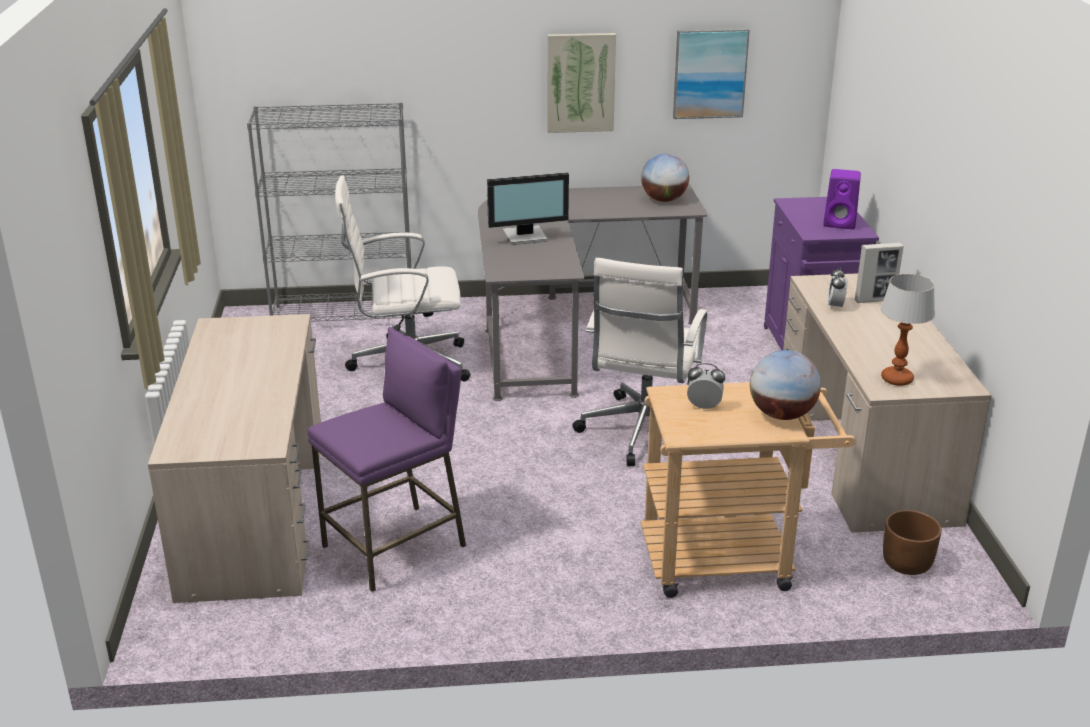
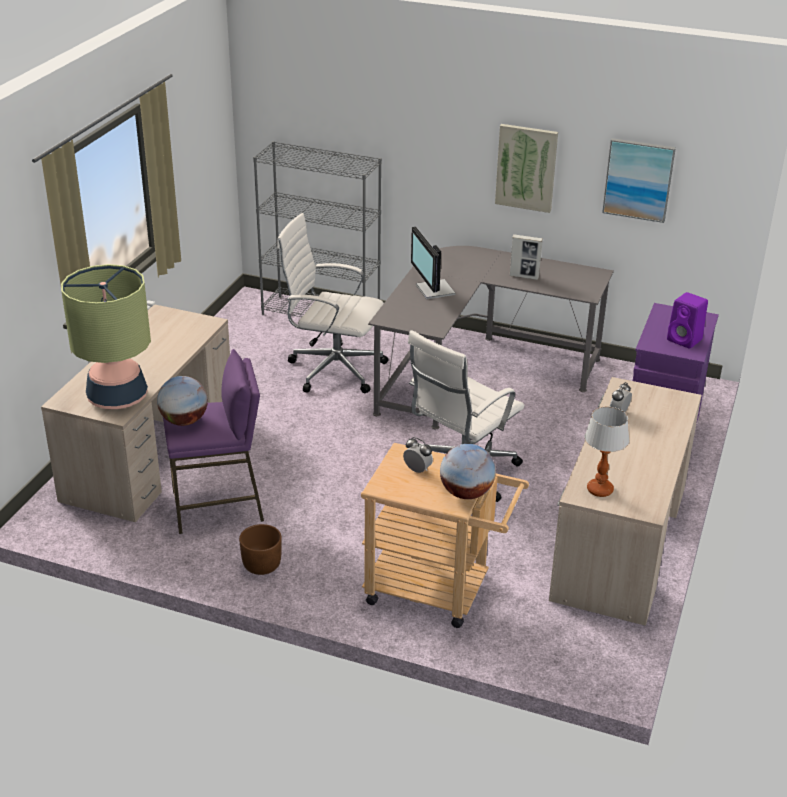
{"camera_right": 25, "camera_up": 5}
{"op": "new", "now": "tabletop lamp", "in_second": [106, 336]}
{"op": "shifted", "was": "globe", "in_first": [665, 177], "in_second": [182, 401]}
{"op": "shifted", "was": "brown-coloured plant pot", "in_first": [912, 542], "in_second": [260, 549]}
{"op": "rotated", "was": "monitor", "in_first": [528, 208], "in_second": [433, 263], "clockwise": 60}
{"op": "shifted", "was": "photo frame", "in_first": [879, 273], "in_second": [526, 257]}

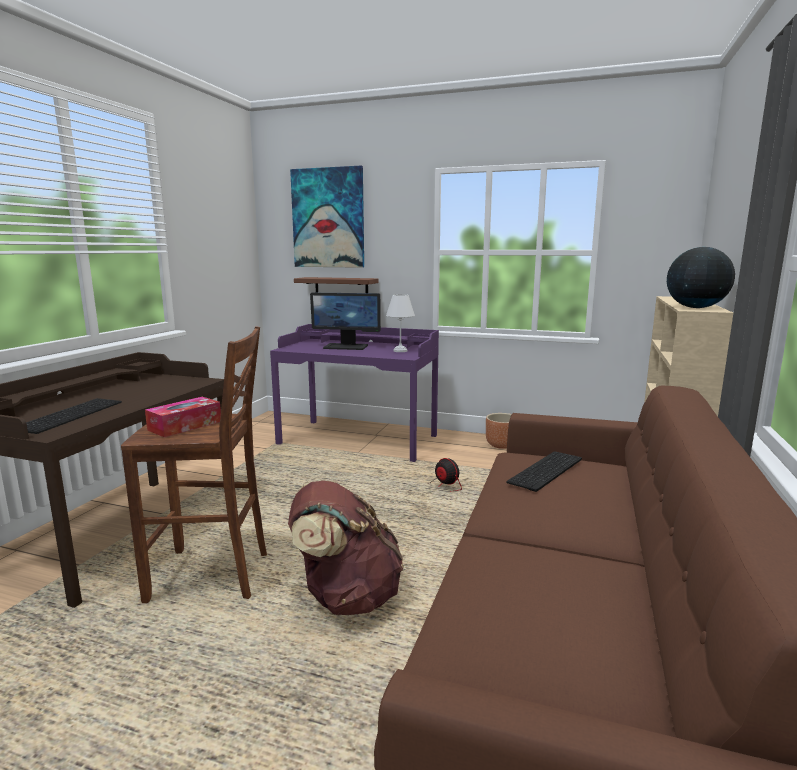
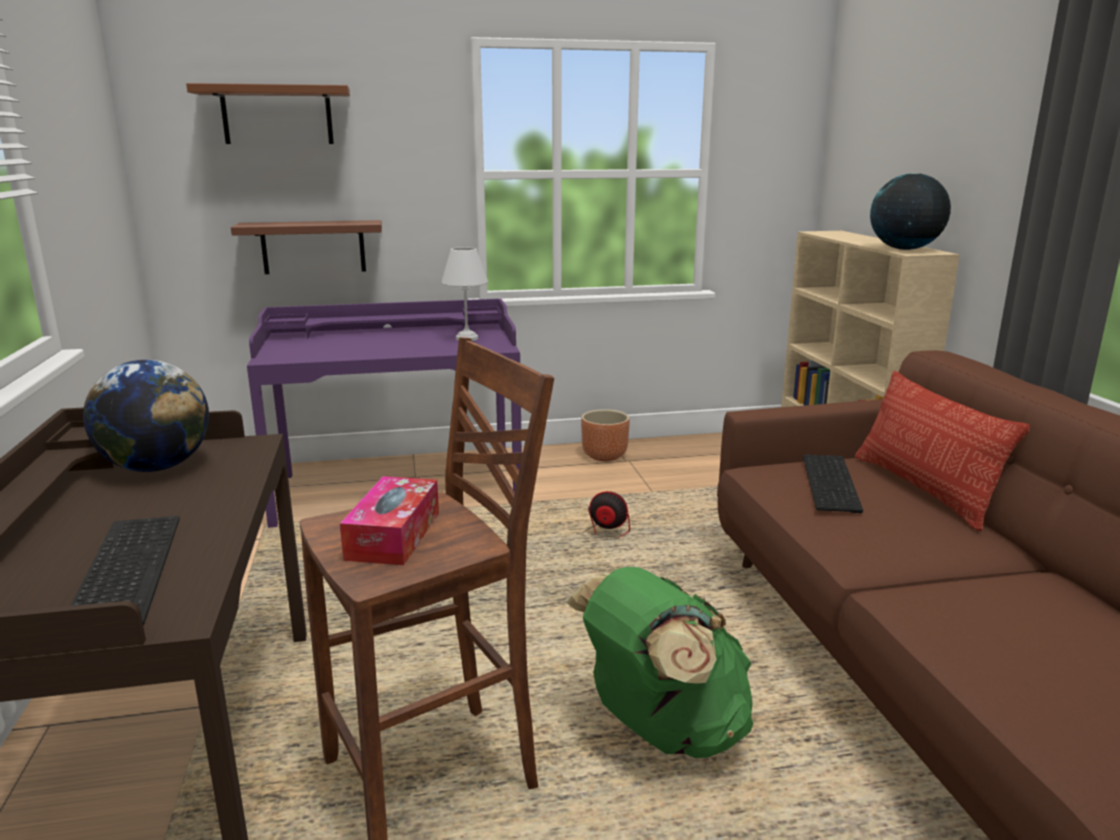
{"camera_right": -30, "camera_up": 5}
{"op": "new", "now": "globe", "in_second": [146, 416]}
{"op": "swapped", "was": "wall picture", "now": "brown-coloured bracket shelf", "in_first": [327, 217], "in_second": [268, 113]}
{"op": "repainted", "was": "brown-coloured knapsack", "now": "green knapsack", "in_first": [346, 547], "in_second": [659, 662]}
{"op": "new", "now": "pillow", "in_second": [942, 451]}
{"op": "gone", "was": "monitor", "in_first": [345, 321]}

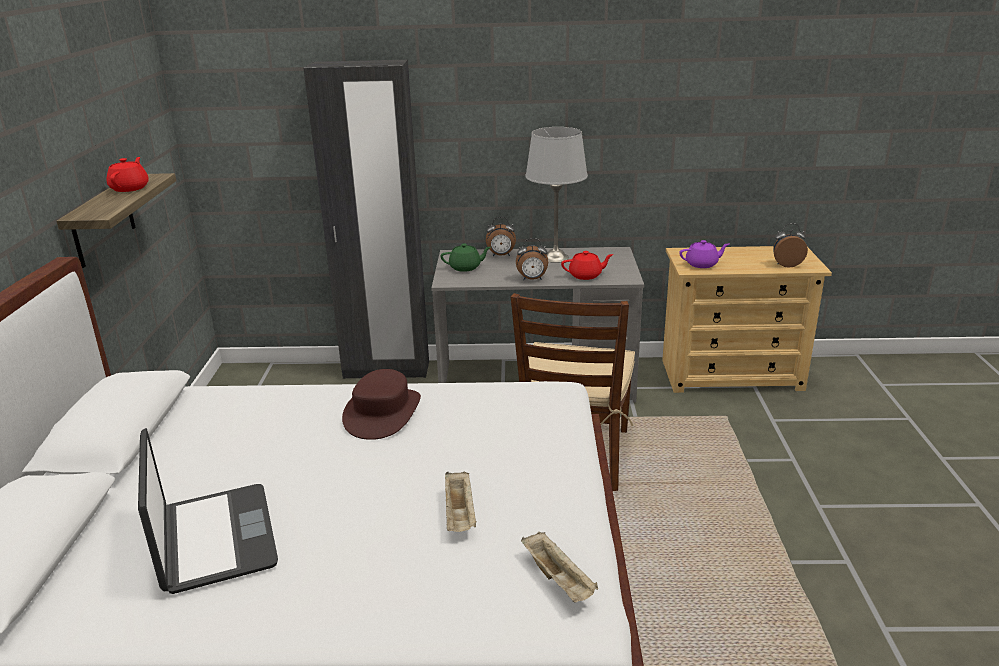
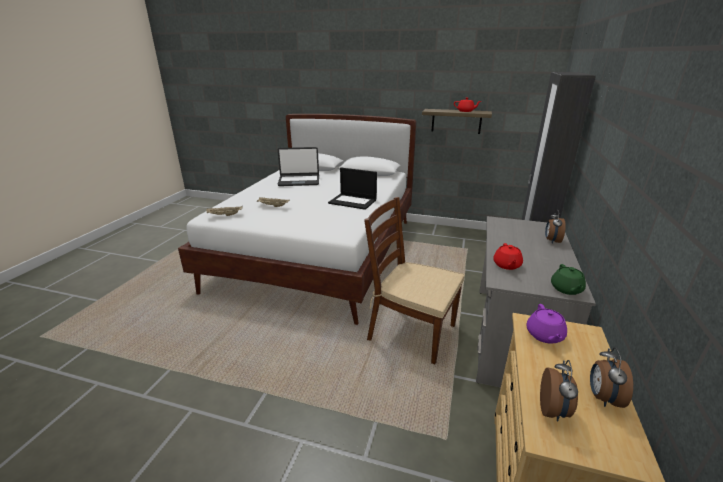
{"camera_right": 105, "camera_up": 0}
{"op": "swapped", "was": "brown-coloured wearable hat", "now": "notebook computer", "in_first": [381, 404], "in_second": [352, 189]}
{"op": "shifted", "was": "green teapot", "in_first": [465, 258], "in_second": [568, 279]}
{"op": "shifted", "was": "bedside clock", "in_first": [532, 259], "in_second": [611, 377]}
{"op": "gone", "was": "grey tabletop lamp", "in_first": [556, 195]}

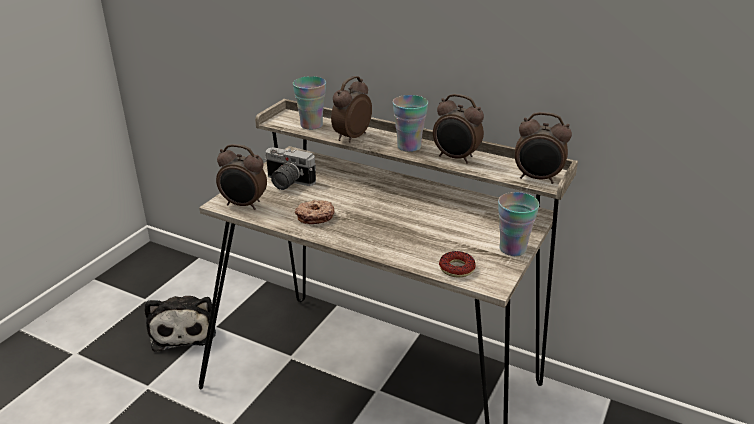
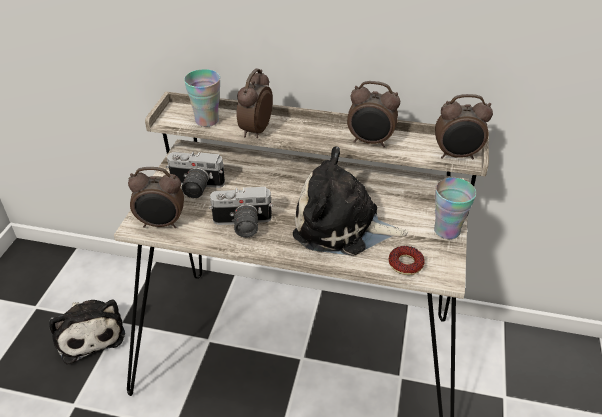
{"camera_right": -15, "camera_up": 10}
{"op": "swapped", "was": "donut", "now": "photo camera", "in_first": [314, 212], "in_second": [241, 212]}
{"op": "new", "now": "plush toy", "in_second": [350, 201]}
{"op": "gone", "was": "drinking cup", "in_first": [410, 123]}

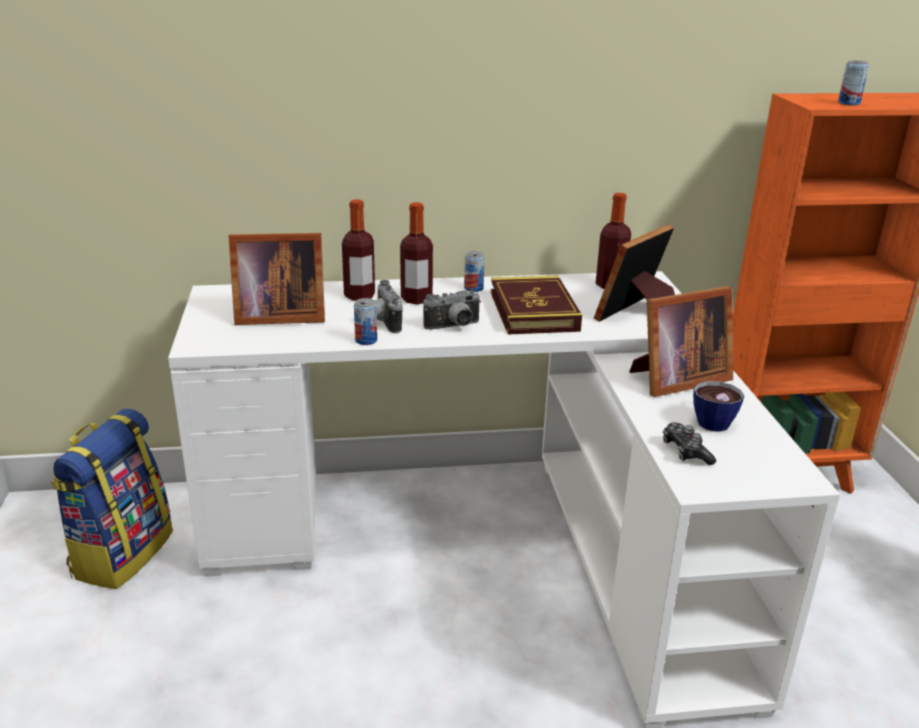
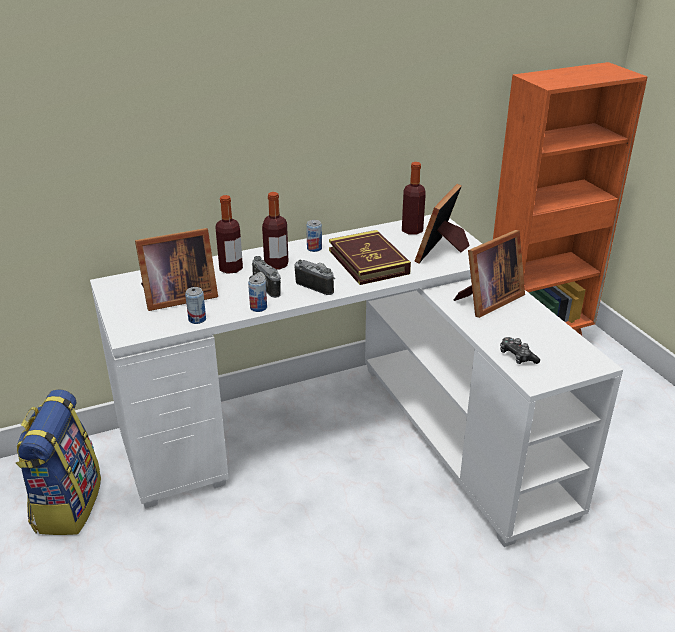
{"camera_right": -15, "camera_up": 5}
{"op": "shifted", "was": "metal can", "in_first": [853, 83], "in_second": [195, 305]}
{"op": "rotated", "was": "photo camera", "in_first": [452, 310], "in_second": [314, 277], "clockwise": -105}
{"op": "gone", "was": "drinking cup", "in_first": [718, 406]}

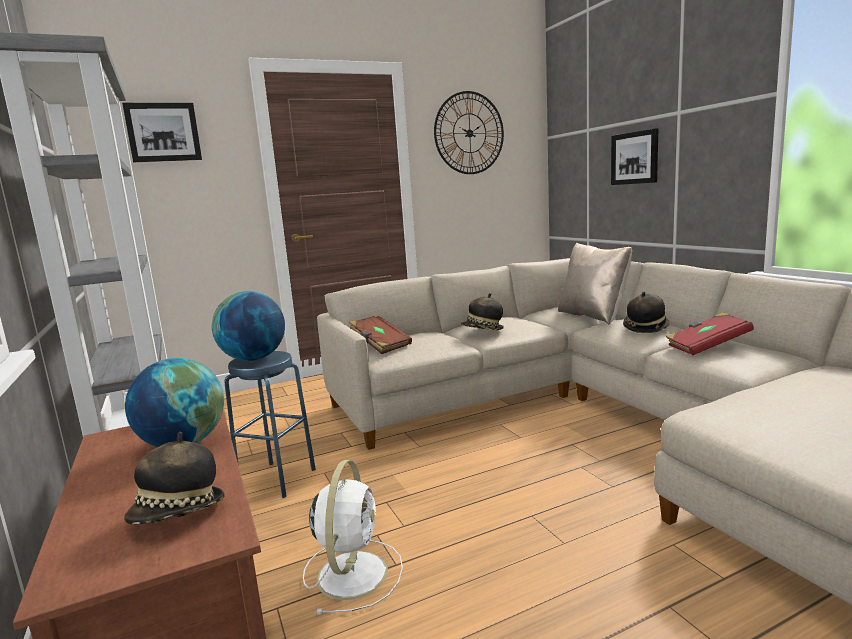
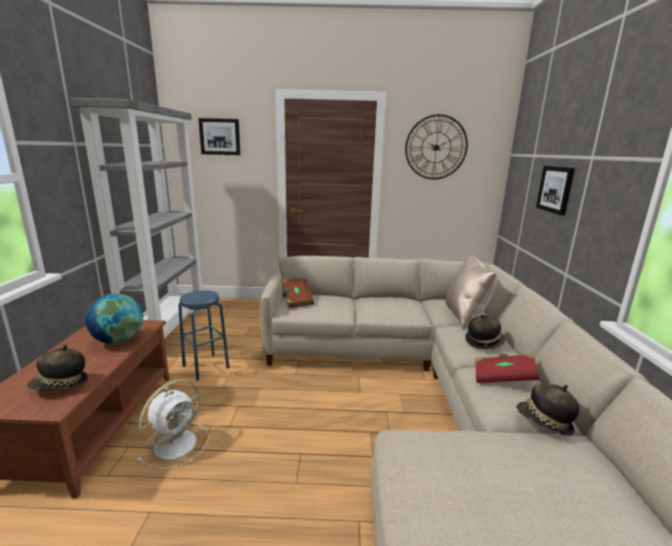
{"camera_right": 25, "camera_up": 5}
{"op": "shifted", "was": "wearable hat", "in_first": [482, 311], "in_second": [548, 409]}
{"op": "gone", "was": "globe", "in_first": [248, 326]}

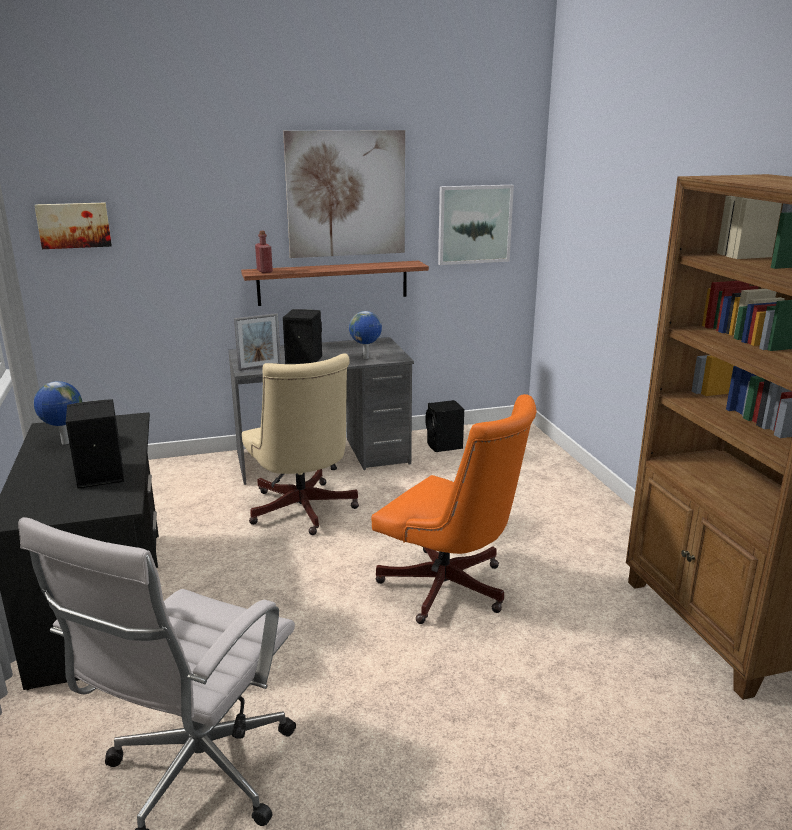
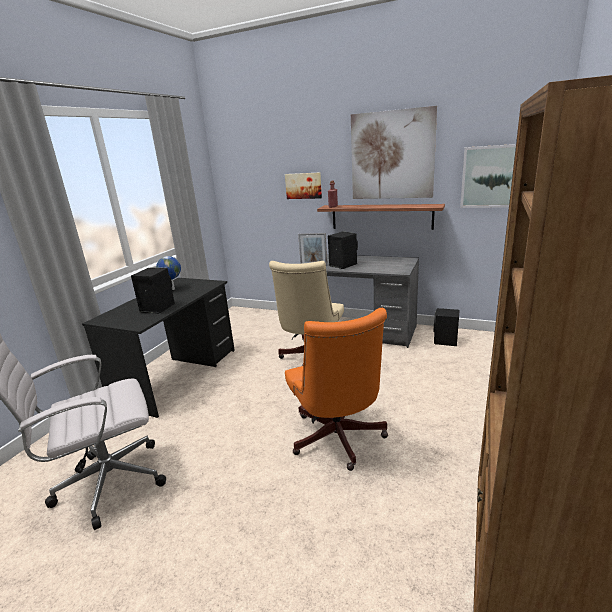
{"camera_right": 40, "camera_up": 0}
{"op": "shifted", "was": "wall picture", "in_first": [73, 225], "in_second": [303, 185]}
{"op": "gone", "was": "globe", "in_first": [365, 335]}

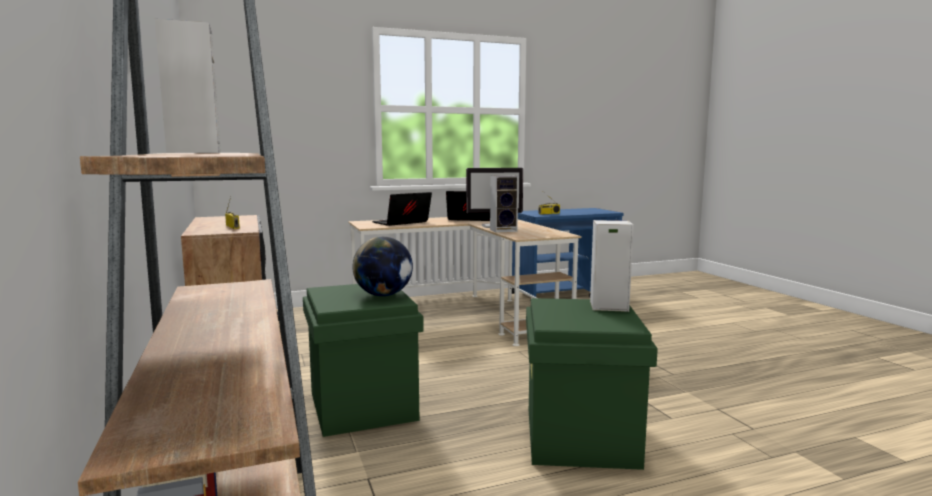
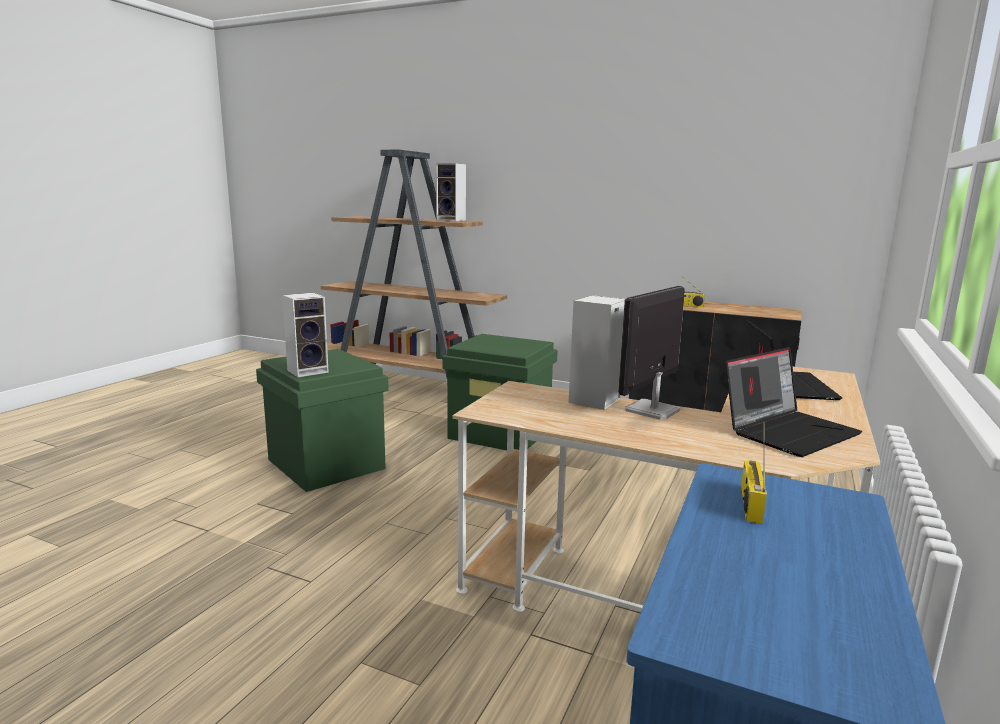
{"camera_right": 135, "camera_up": 5}
{"op": "gone", "was": "globe", "in_first": [382, 266]}

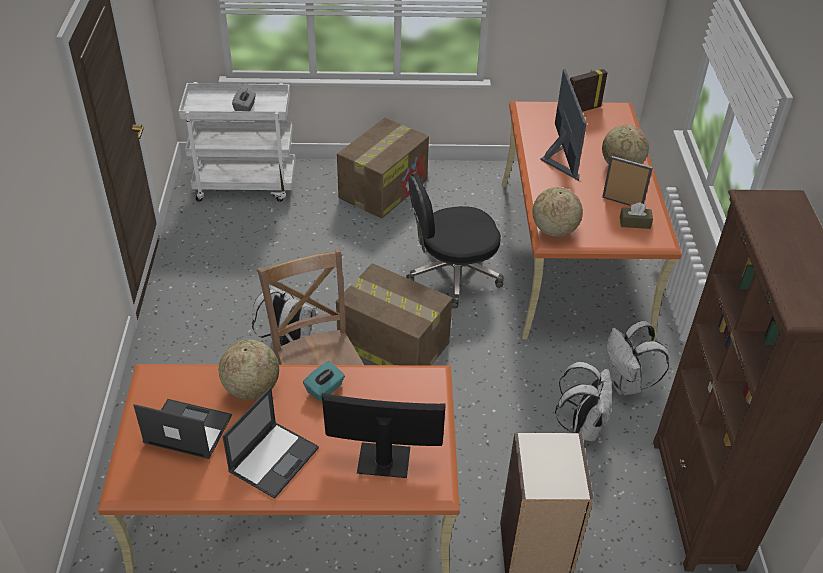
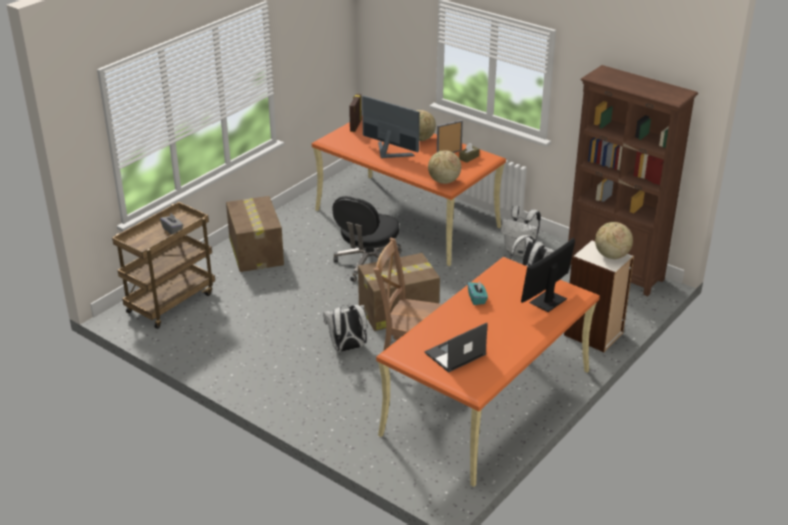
{"camera_right": -50, "camera_up": -10}
{"op": "repainted", "was": "whitish wheeled cart", "now": "brown-coloured wheeled cart", "in_first": [236, 142], "in_second": [163, 265]}
{"op": "shifted", "was": "globe", "in_first": [249, 369], "in_second": [614, 240]}
{"op": "gone", "was": "notebook computer", "in_first": [270, 443]}

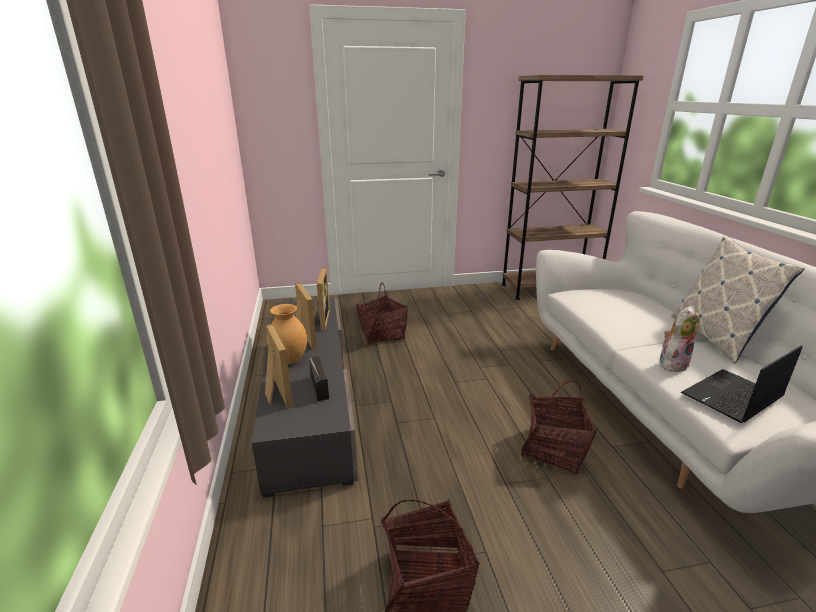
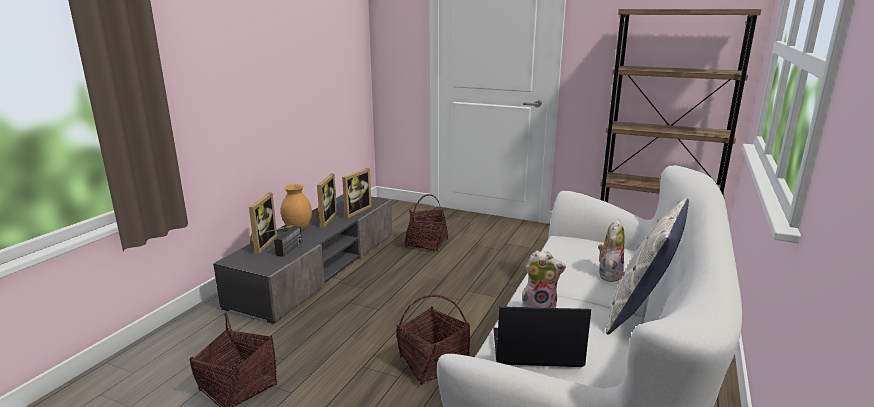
{"camera_right": 35, "camera_up": -5}
{"op": "new", "now": "plush toy", "in_second": [611, 250]}

